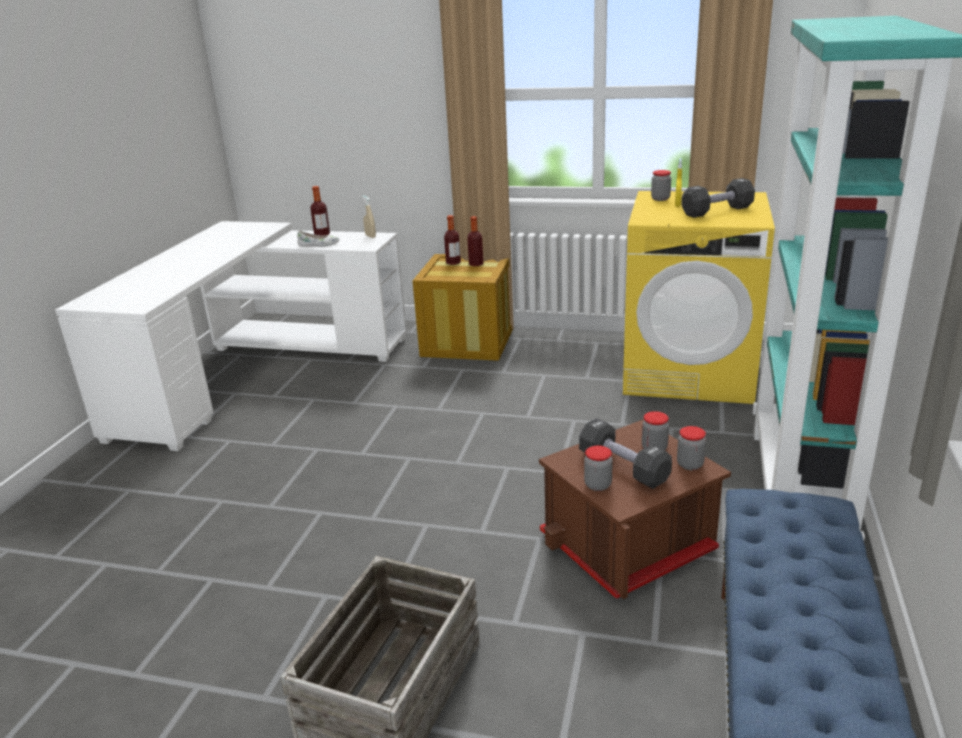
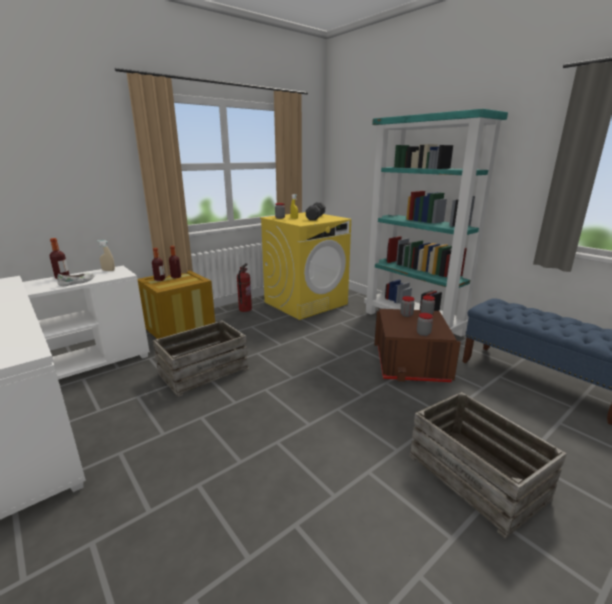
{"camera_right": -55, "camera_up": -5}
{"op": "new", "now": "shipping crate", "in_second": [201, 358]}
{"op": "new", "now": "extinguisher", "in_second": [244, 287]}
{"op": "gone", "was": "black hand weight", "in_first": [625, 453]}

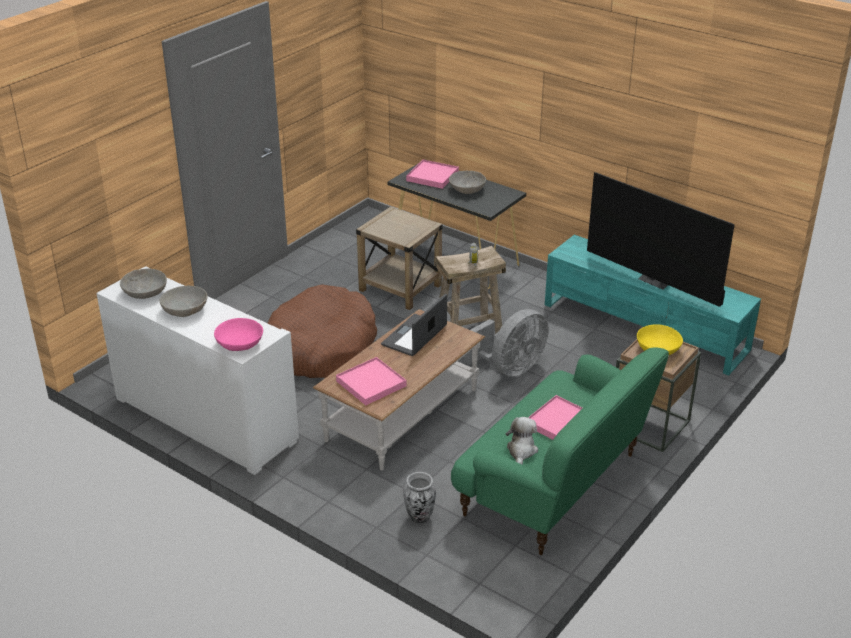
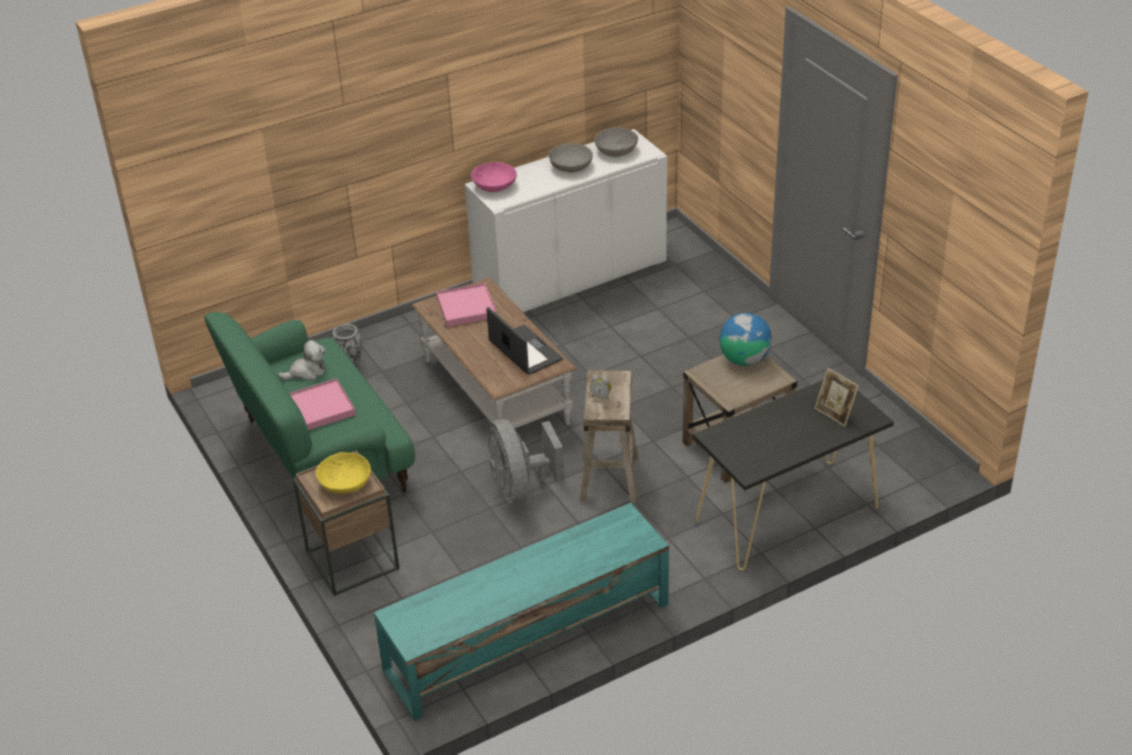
{"camera_right": 115, "camera_up": 5}
{"op": "rotated", "was": "plush toy", "in_first": [522, 441], "in_second": [302, 360], "clockwise": -60}
{"op": "new", "now": "globe", "in_second": [746, 339]}
{"op": "swapped", "was": "pink carrying tray", "now": "photo frame", "in_first": [432, 174], "in_second": [836, 397]}
{"op": "gone", "was": "brown-coloured dog cushion", "in_first": [322, 331]}
{"op": "gone", "was": "grey bowl", "in_first": [467, 182]}
{"op": "gone", "was": "TV", "in_first": [661, 239]}

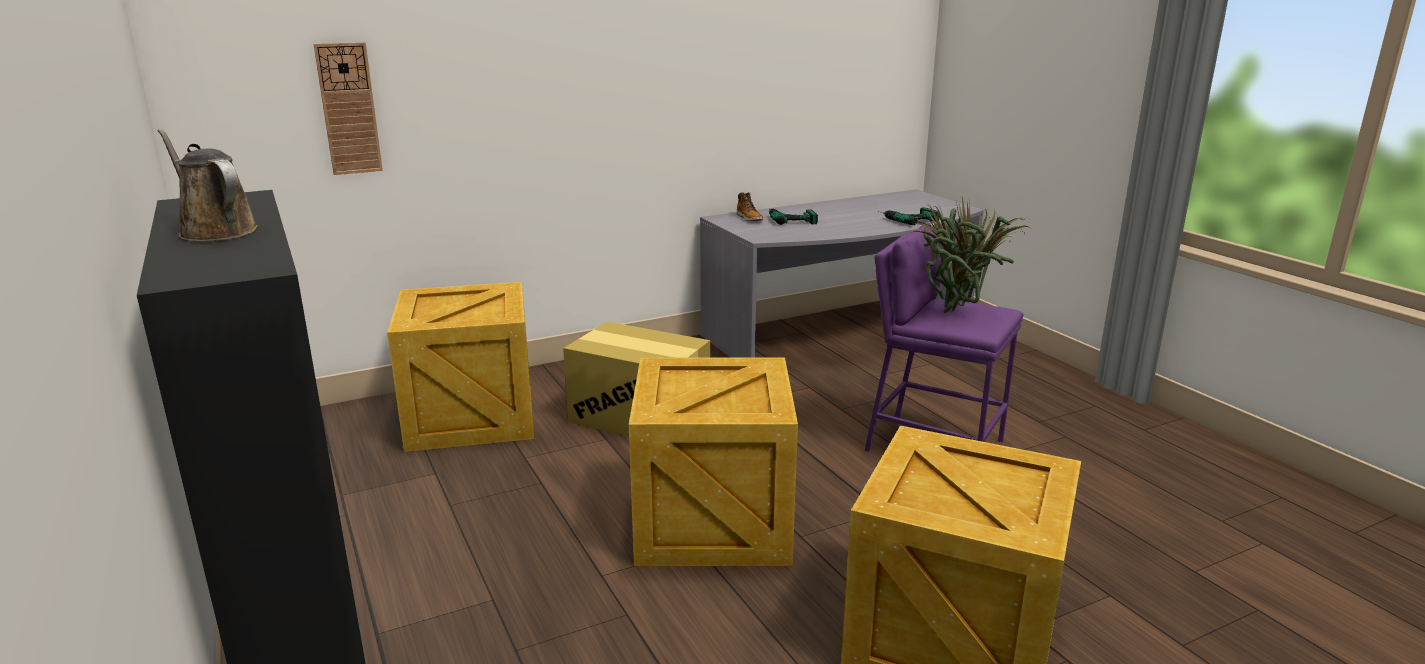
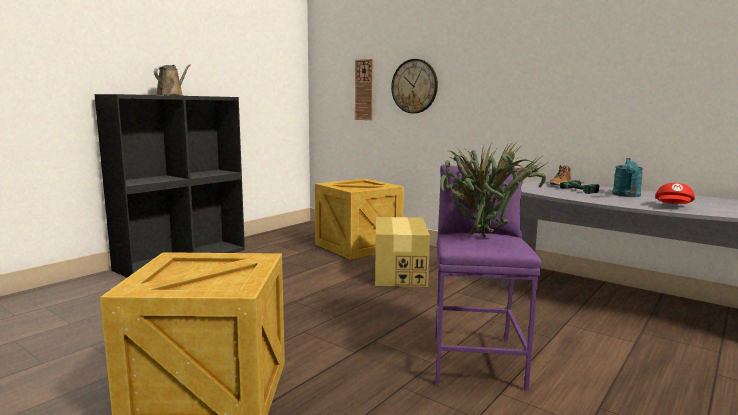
{"camera_right": 65, "camera_up": -10}
{"op": "new", "now": "wall clock", "in_second": [414, 86]}
{"op": "new", "now": "blue-green watering pot", "in_second": [627, 177]}
{"op": "swapped", "was": "drill", "now": "red-coloured baseball cap", "in_first": [909, 216], "in_second": [675, 193]}
{"op": "gone", "was": "shipping crate", "in_first": [713, 461]}

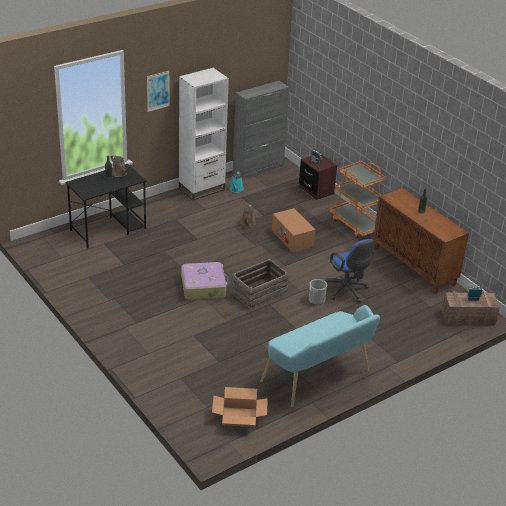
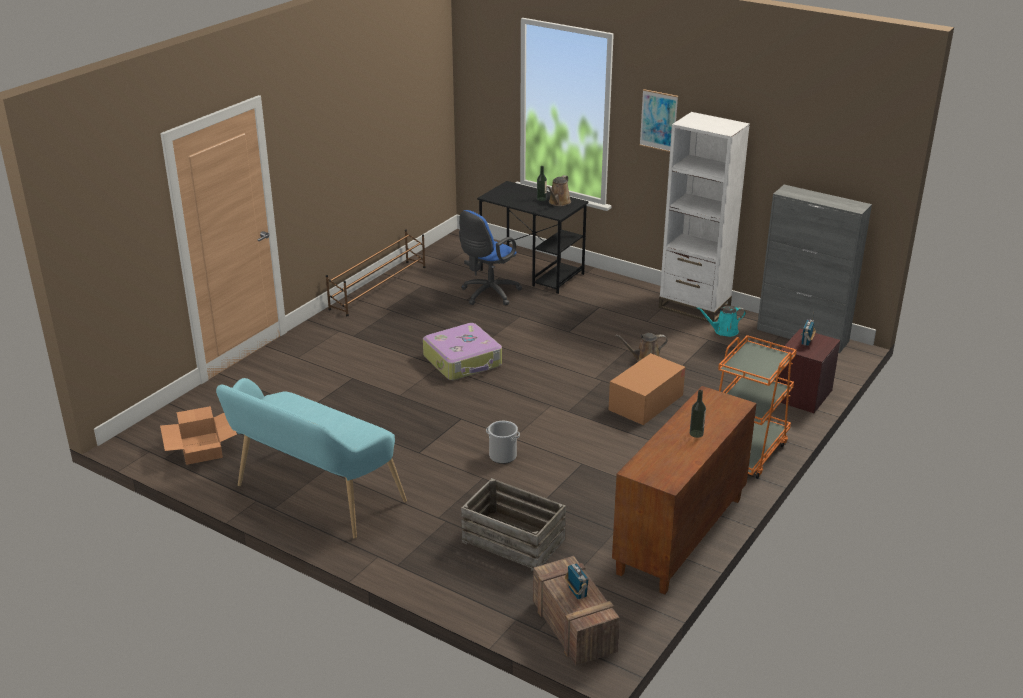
{"camera_right": 70, "camera_up": -5}
{"op": "new", "now": "brown-coloured shoe rack", "in_second": [376, 273]}
{"op": "shifted", "was": "blue-coloured computer chair", "in_first": [349, 271], "in_second": [490, 257]}
{"op": "shifted", "was": "shipping crate", "in_first": [260, 284], "in_second": [513, 524]}

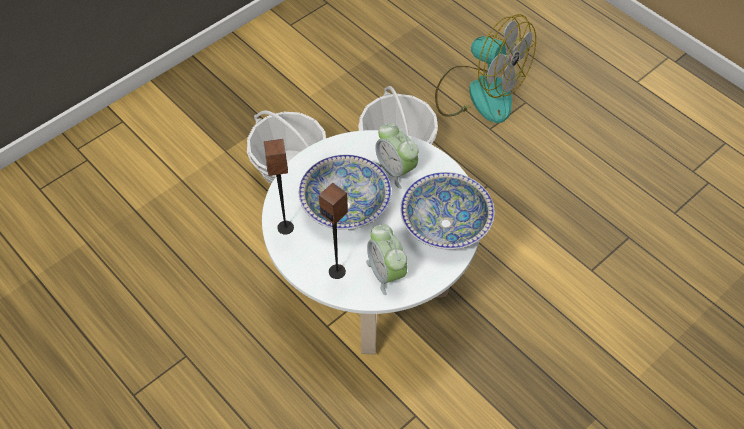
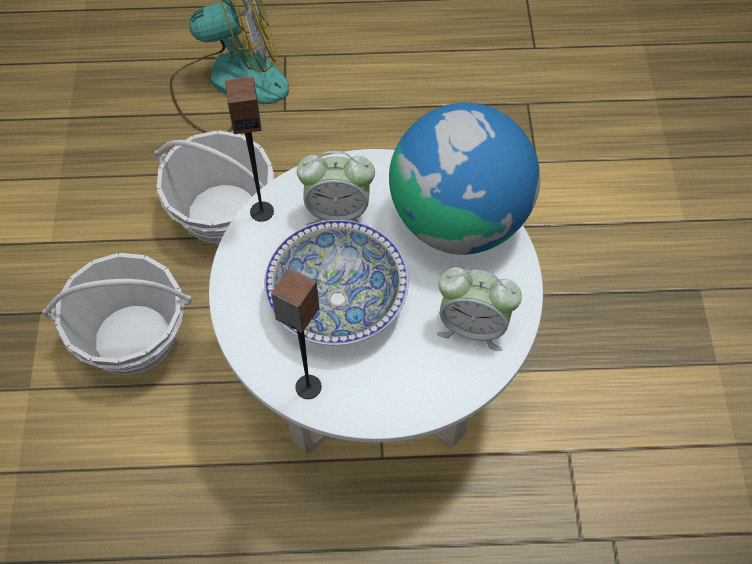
{"camera_right": -50, "camera_up": 5}
{"op": "shifted", "was": "loudspeaker", "in_first": [333, 231], "in_second": [249, 149]}
{"op": "swapped", "was": "bowl", "now": "globe", "in_first": [447, 211], "in_second": [464, 178]}

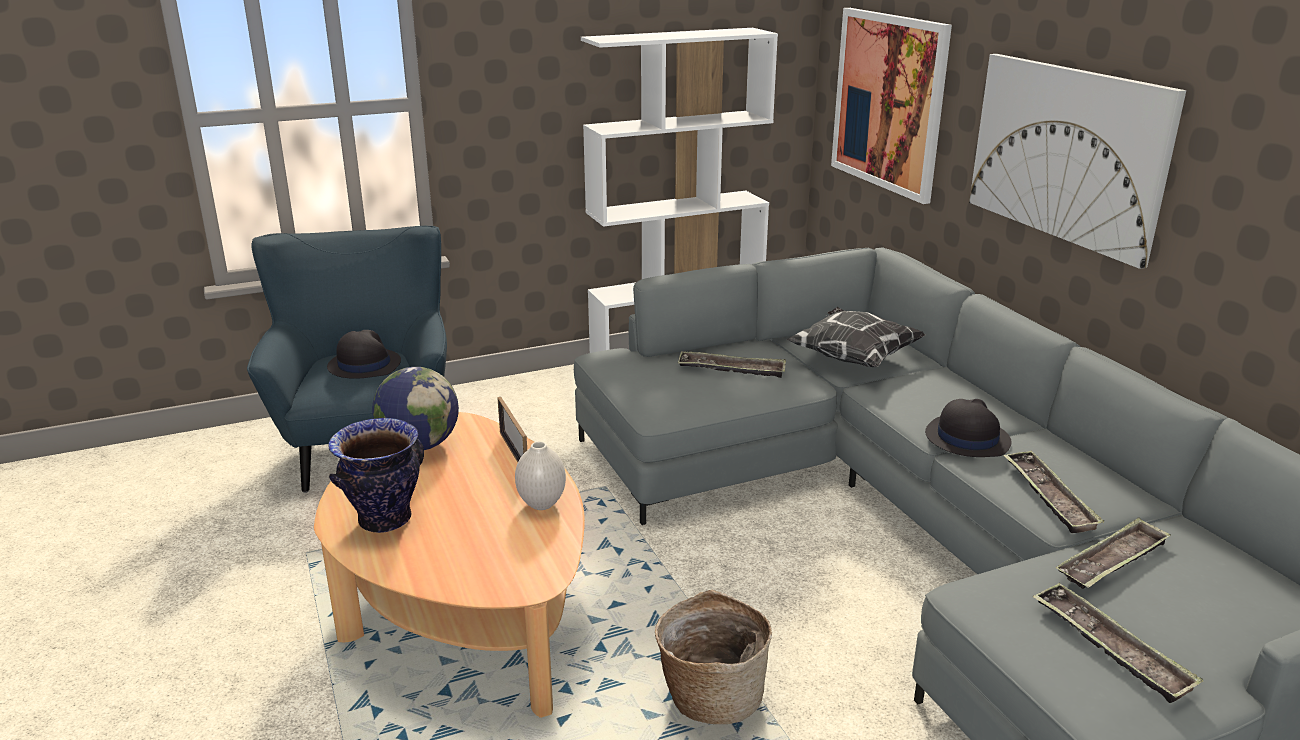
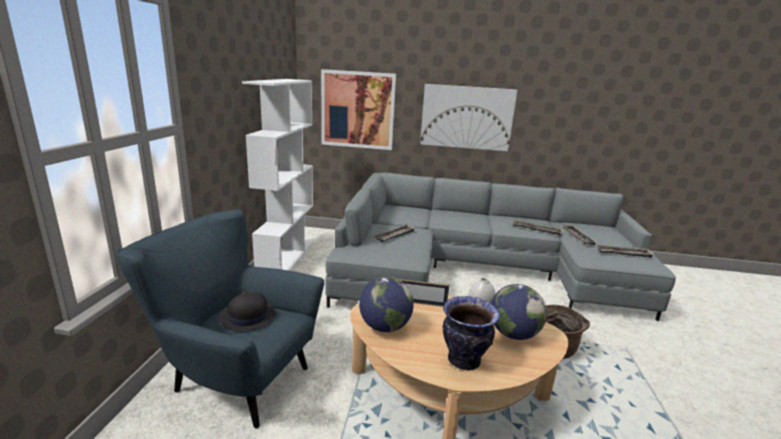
{"camera_right": -60, "camera_up": -5}
{"op": "new", "now": "globe", "in_second": [519, 312]}
{"op": "gone", "was": "pillow", "in_first": [856, 337]}
{"op": "gone", "was": "black wearable hat", "in_first": [968, 428]}

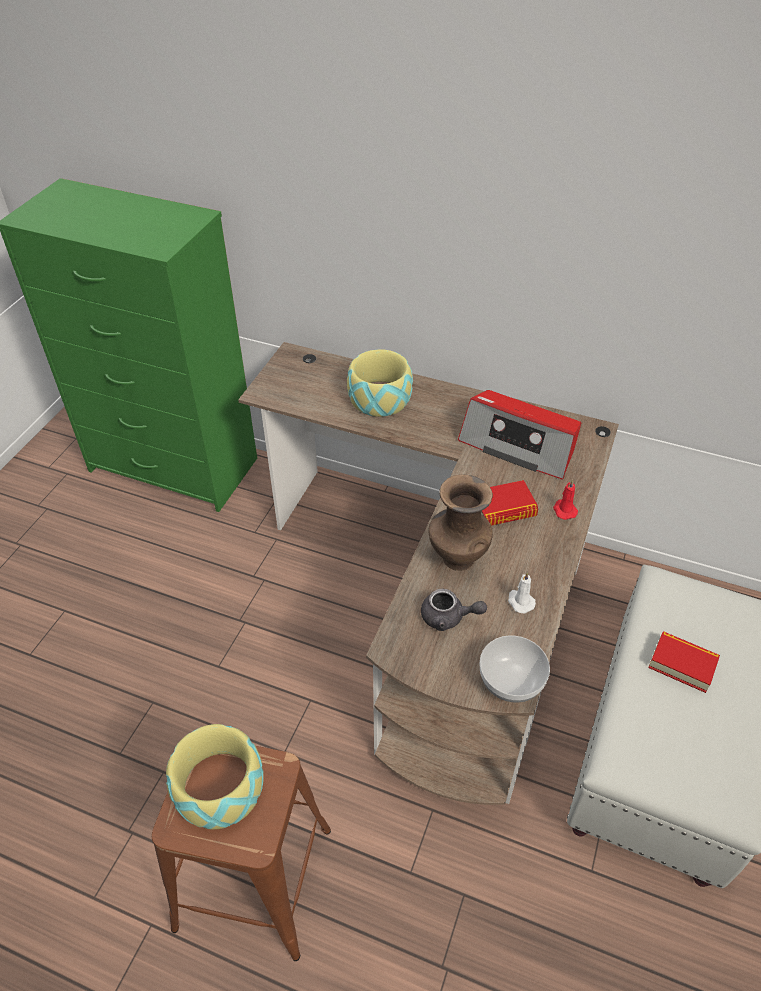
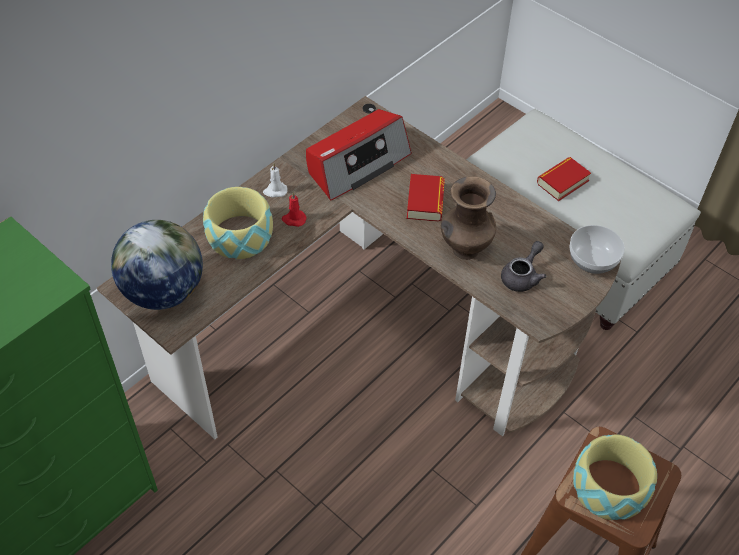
{"camera_right": -70, "camera_up": 5}
{"op": "new", "now": "globe", "in_second": [157, 265]}
{"op": "shifted", "was": "whitish wax candle", "in_first": [522, 592], "in_second": [275, 181]}
{"op": "shifted", "was": "red-coloured wax candle", "in_first": [565, 499], "in_second": [294, 209]}

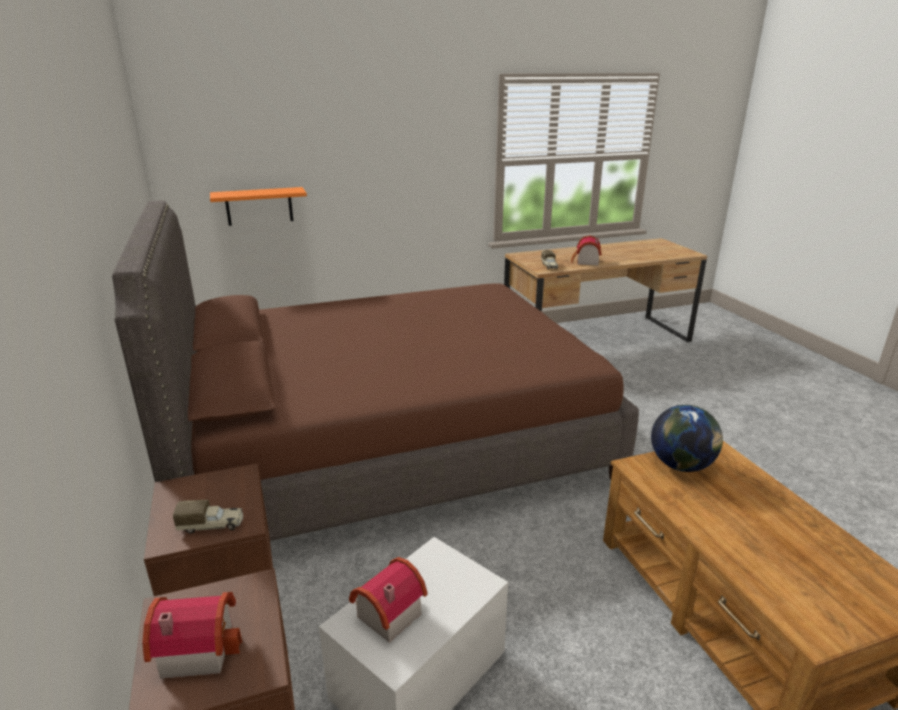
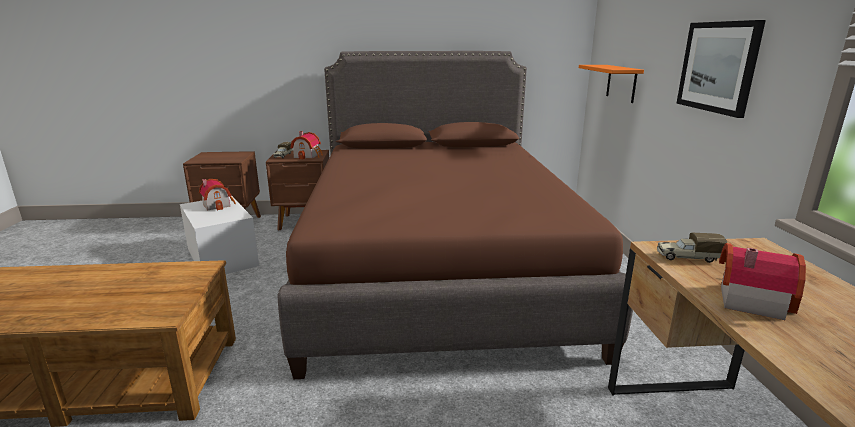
{"camera_right": 105, "camera_up": -5}
{"op": "shifted", "was": "model house", "in_first": [192, 635], "in_second": [306, 145]}
{"op": "new", "now": "wall picture", "in_second": [721, 69]}
{"op": "gone", "was": "globe", "in_first": [687, 438]}

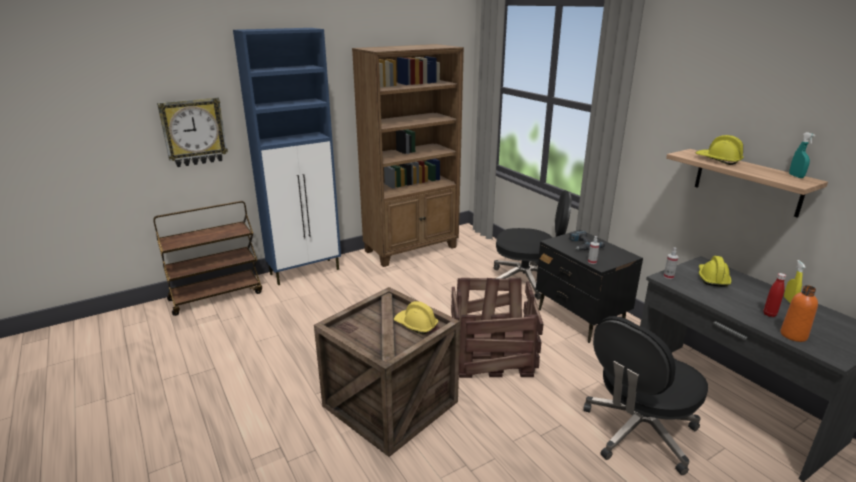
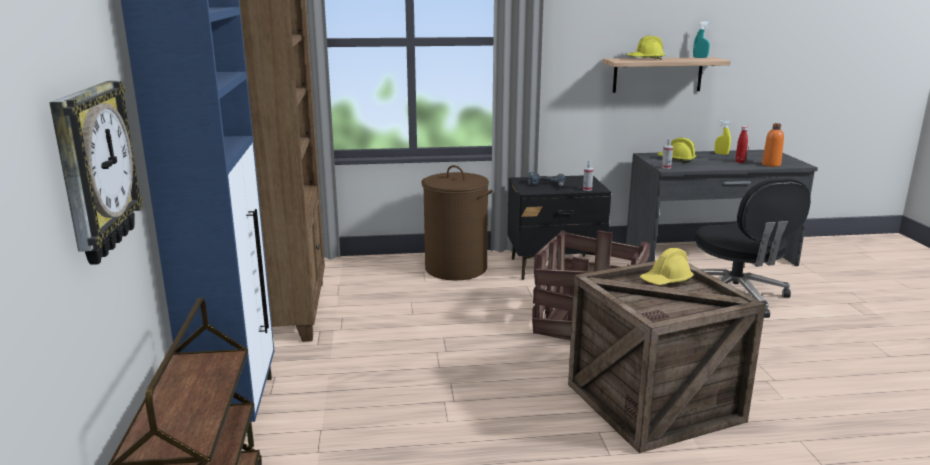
{"camera_right": -65, "camera_up": -5}
{"op": "swapped", "was": "black computer chair", "now": "brown-coloured laundry basket", "in_first": [533, 245], "in_second": [457, 222]}

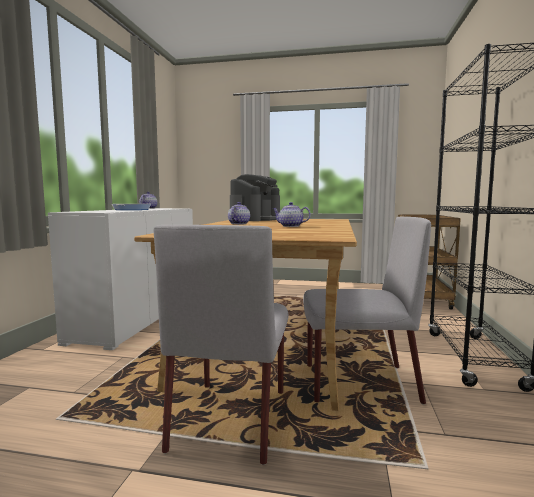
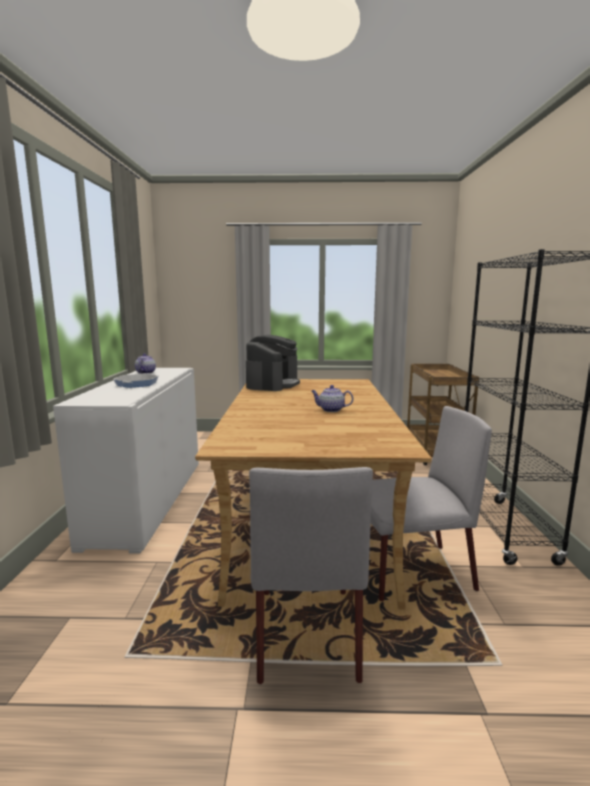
{"camera_right": -10, "camera_up": 5}
{"op": "gone", "was": "teapot", "in_first": [239, 213]}

